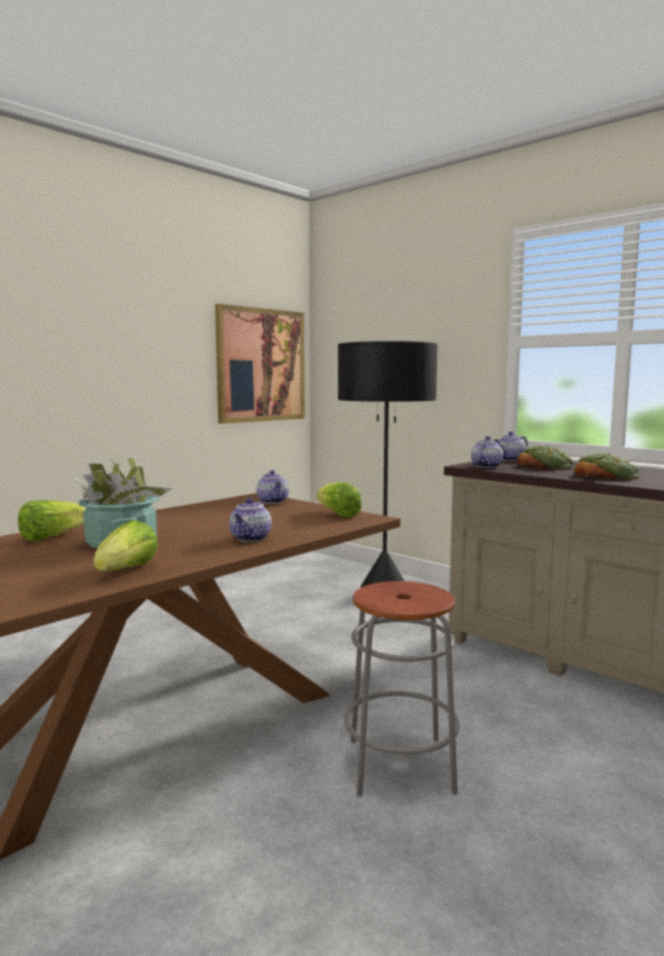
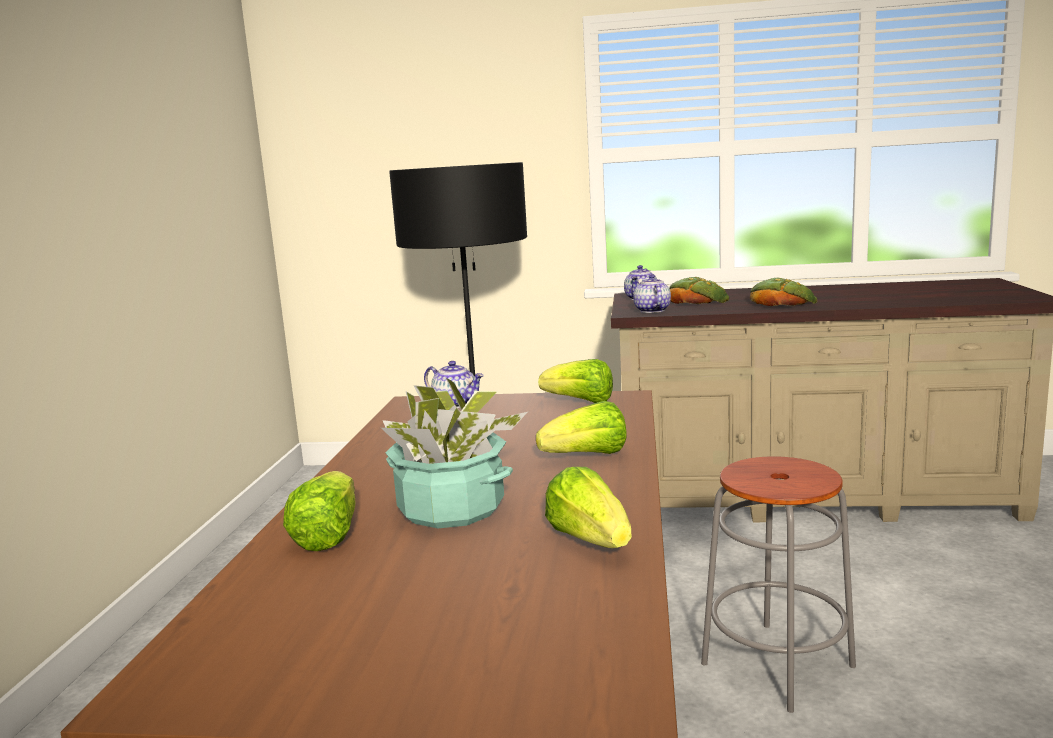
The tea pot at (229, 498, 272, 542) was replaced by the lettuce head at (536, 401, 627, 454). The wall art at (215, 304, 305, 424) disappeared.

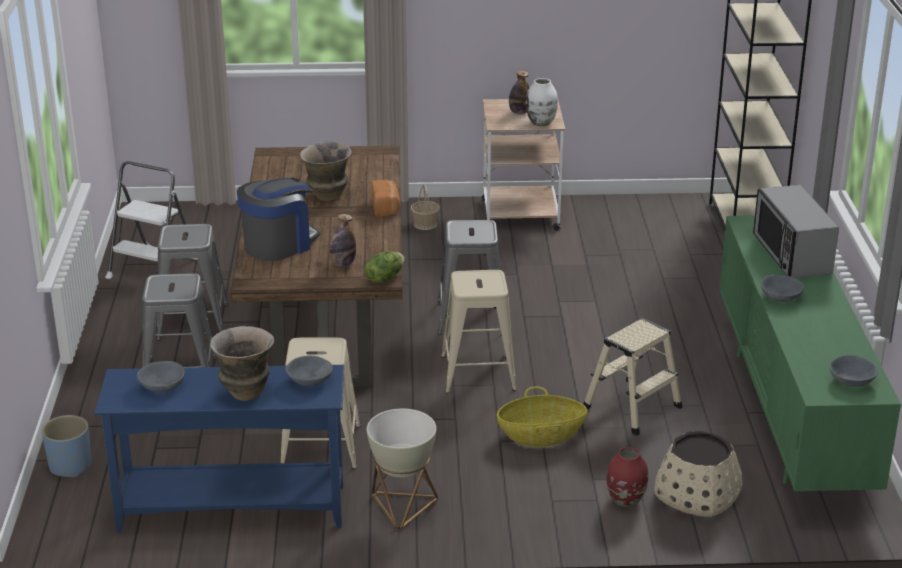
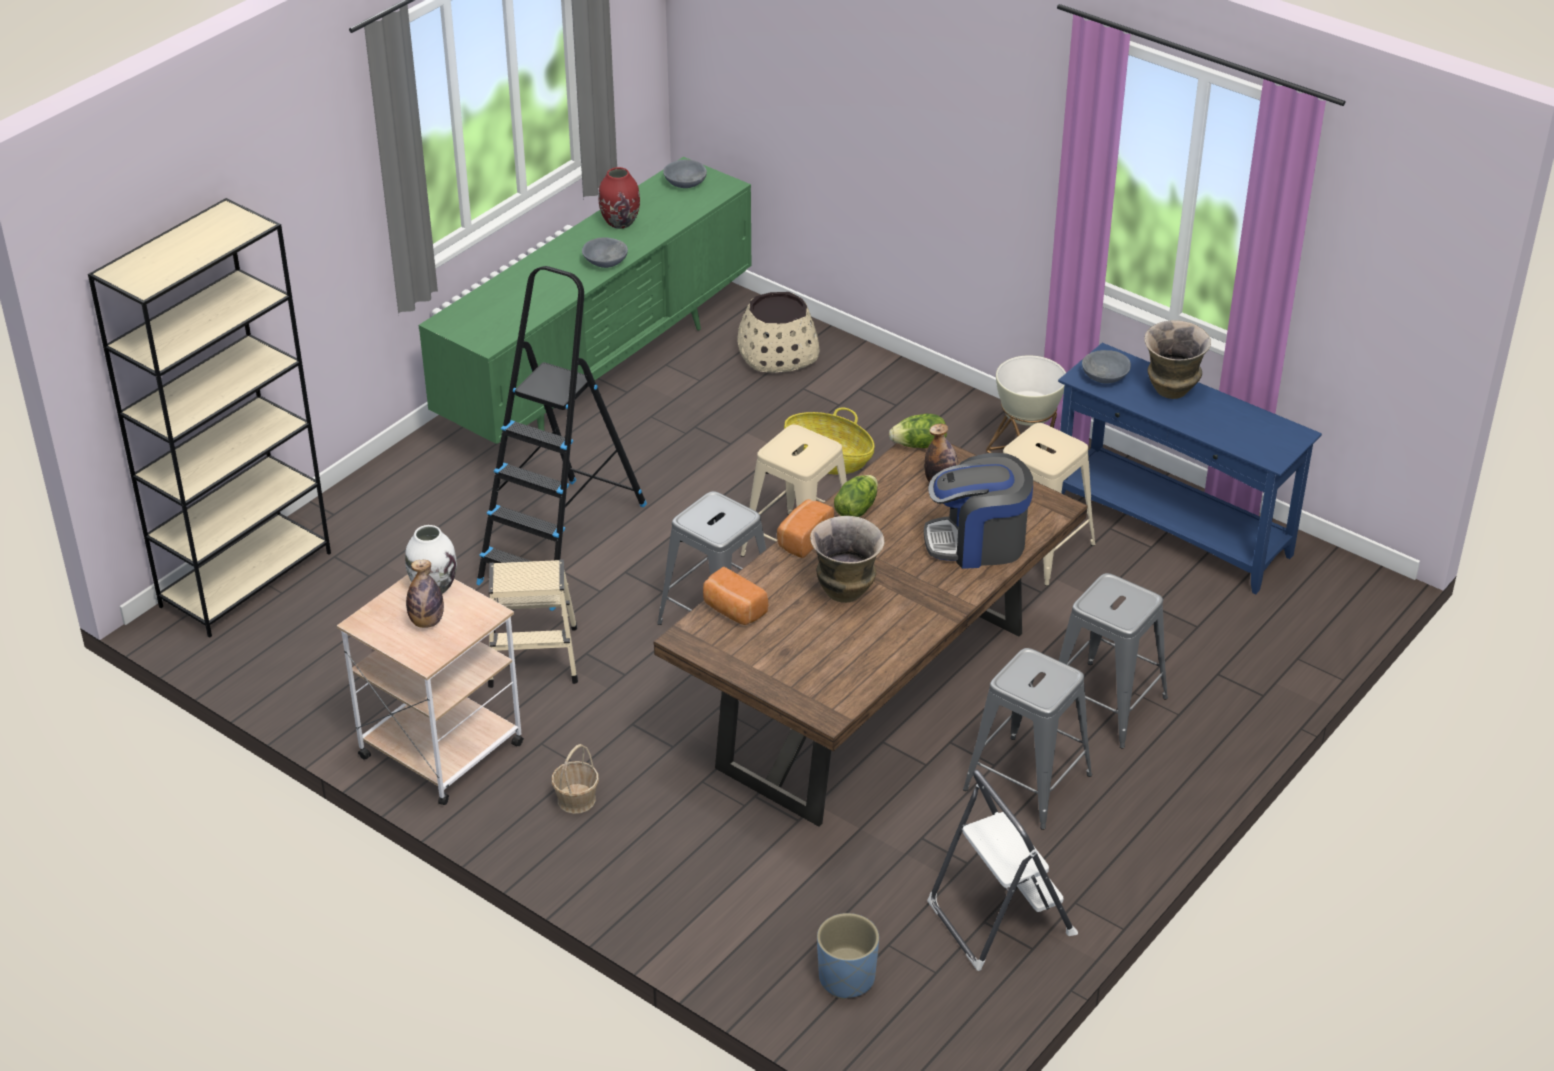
The step stool (black) at (476, 266, 647, 611) appeared. The step stool (beige) moved from (583, 317, 682, 436) to (488, 559, 578, 688). The flower vase (red-coloured) moved from (607, 447, 648, 507) to (598, 167, 640, 229). The bakery bread at (703, 567, 768, 625) appeared. The planter (bluish) moved from (41, 415, 91, 477) to (817, 913, 879, 999). The lettuce head at (834, 475, 878, 517) appeared. The deep dish (grey) at (137, 361, 185, 392) disappeared. The kitchen microwave at (753, 185, 839, 278) disappeared.

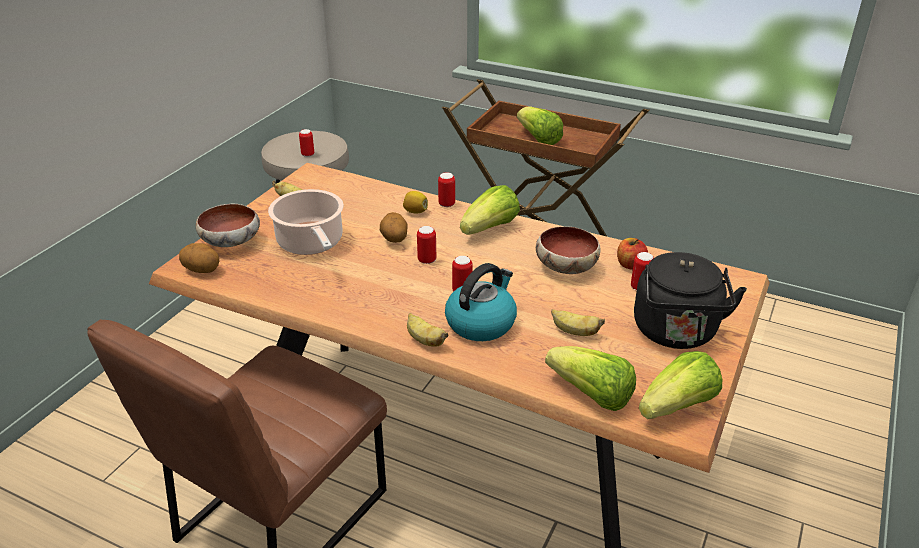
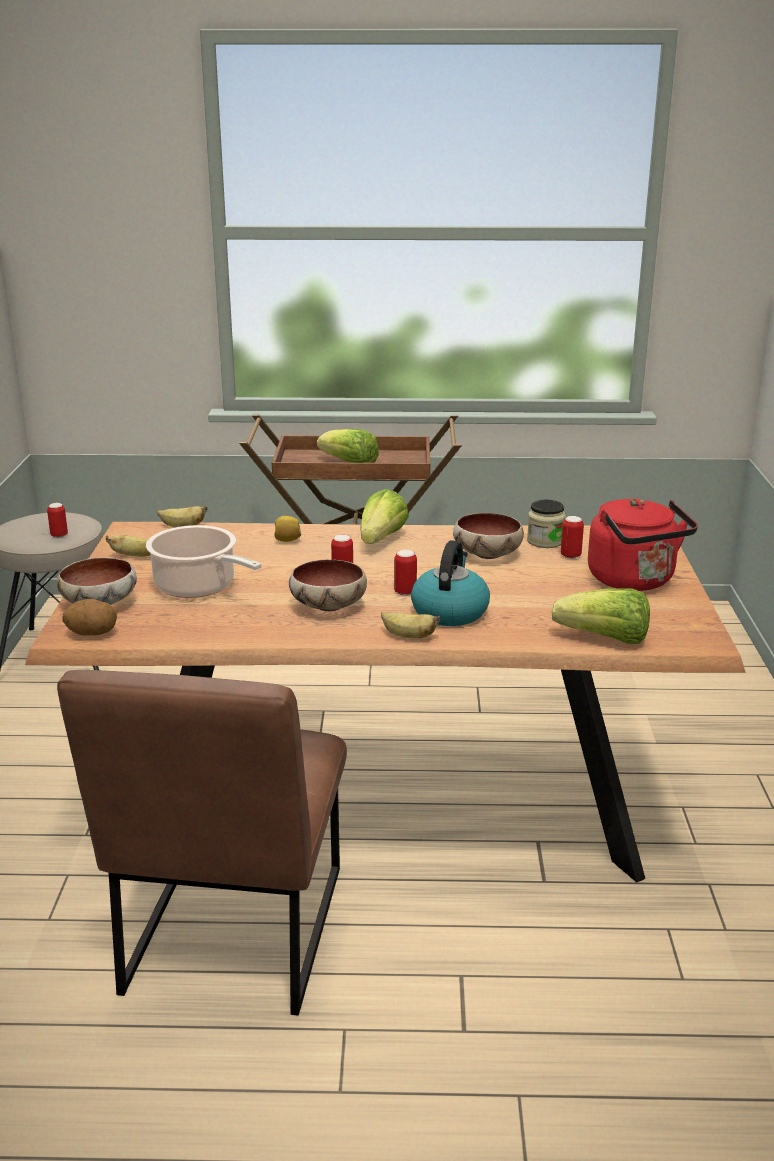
The banana fruit moved from (551, 309, 605, 336) to (157, 506, 207, 527). The deep dish at (289, 559, 367, 611) appeared. The apple at (617, 238, 648, 270) was replaced by the storage jar at (527, 500, 566, 548). The tea kettle (black) at (634, 252, 747, 349) became the tea kettle (red-coloured) at (588, 499, 698, 591). The potato at (380, 212, 408, 243) disappeared. The can at (438, 172, 455, 207) disappeared. The lettuce head at (639, 351, 722, 419) disappeared.

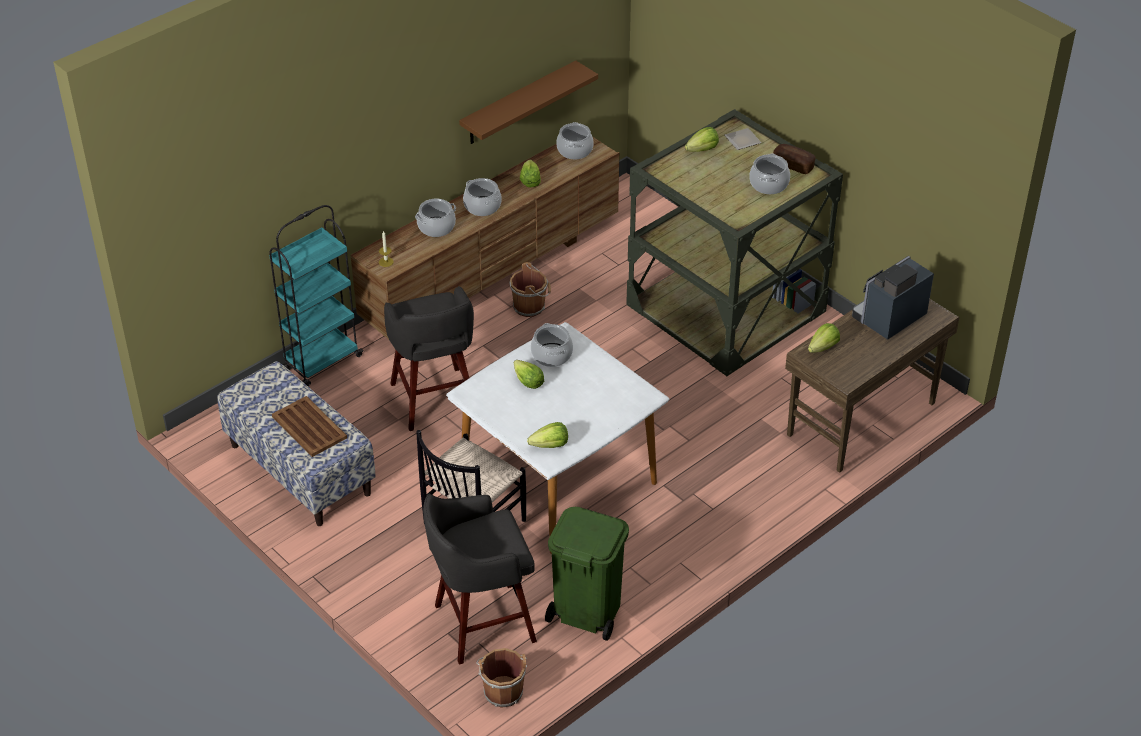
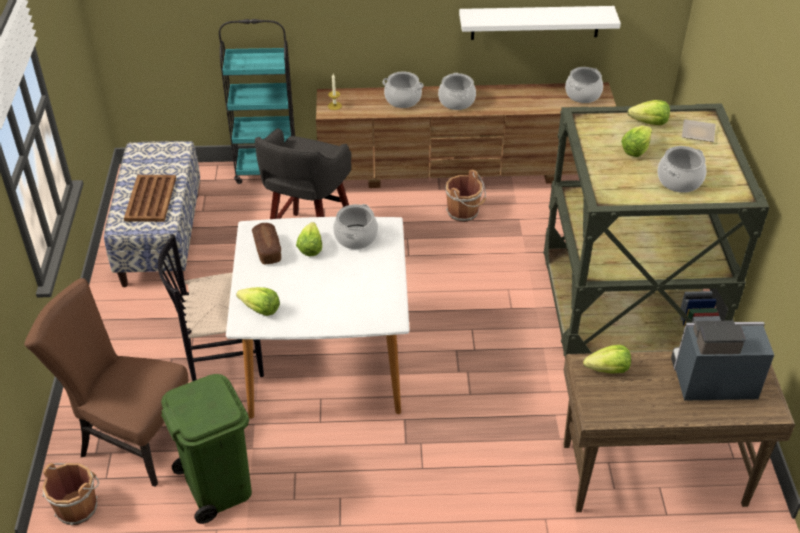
The sitting stool (grey) at (423, 494, 537, 664) was replaced by the chair (brown-coloured) at (24, 278, 188, 487). The bakery bread moved from (773, 144, 815, 174) to (252, 223, 281, 264). The wall shelf (brown-coloured) at (459, 60, 598, 144) became the wall shelf (white-coloured) at (459, 6, 621, 40). The lettuce head moved from (520, 160, 541, 188) to (621, 125, 652, 157).

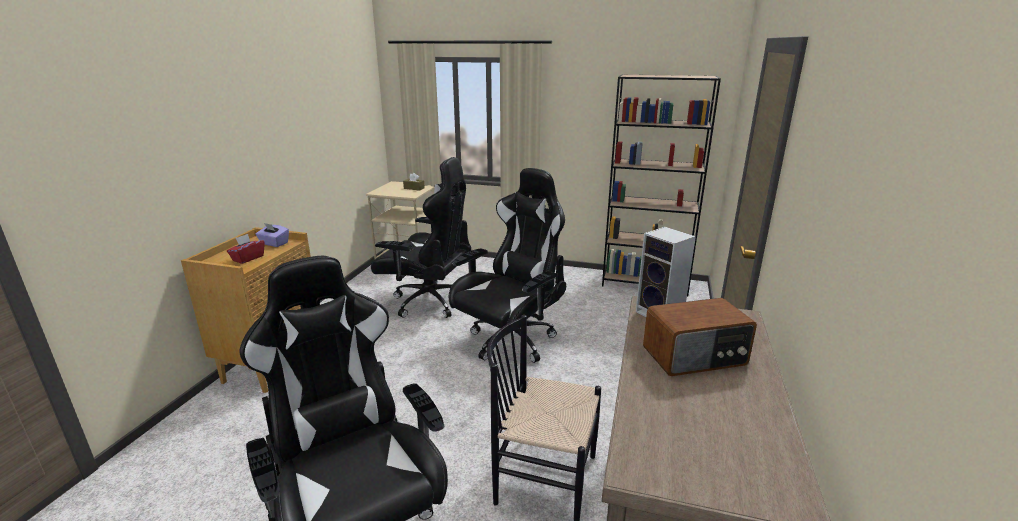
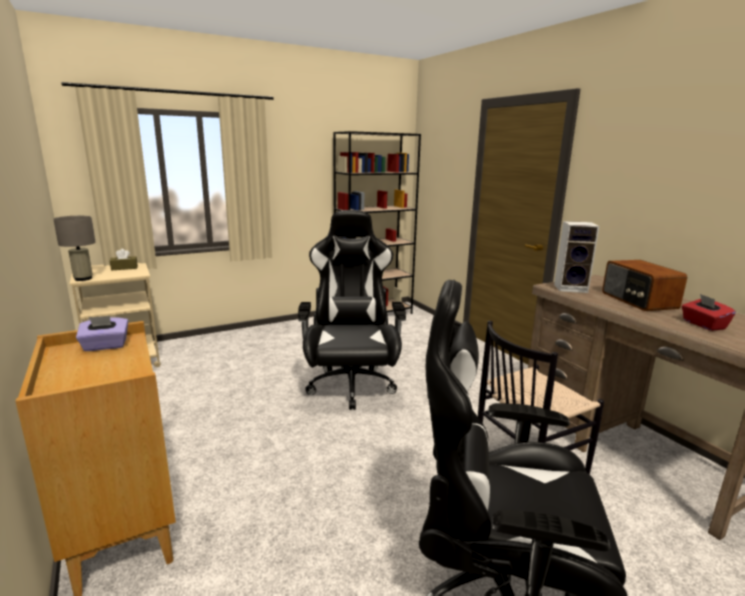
The table lamp (grey) at (54, 216, 95, 281) appeared. The radio receiver at (643, 298, 757, 376) turned 135 degrees clockwise. The tissue holder (red-coloured) moved from (227, 234, 265, 264) to (682, 294, 736, 331). The desk chair (black) at (371, 157, 471, 318) disappeared.

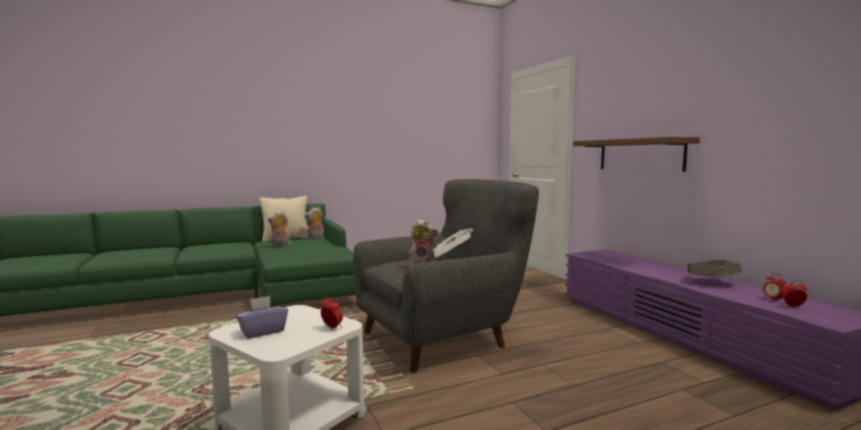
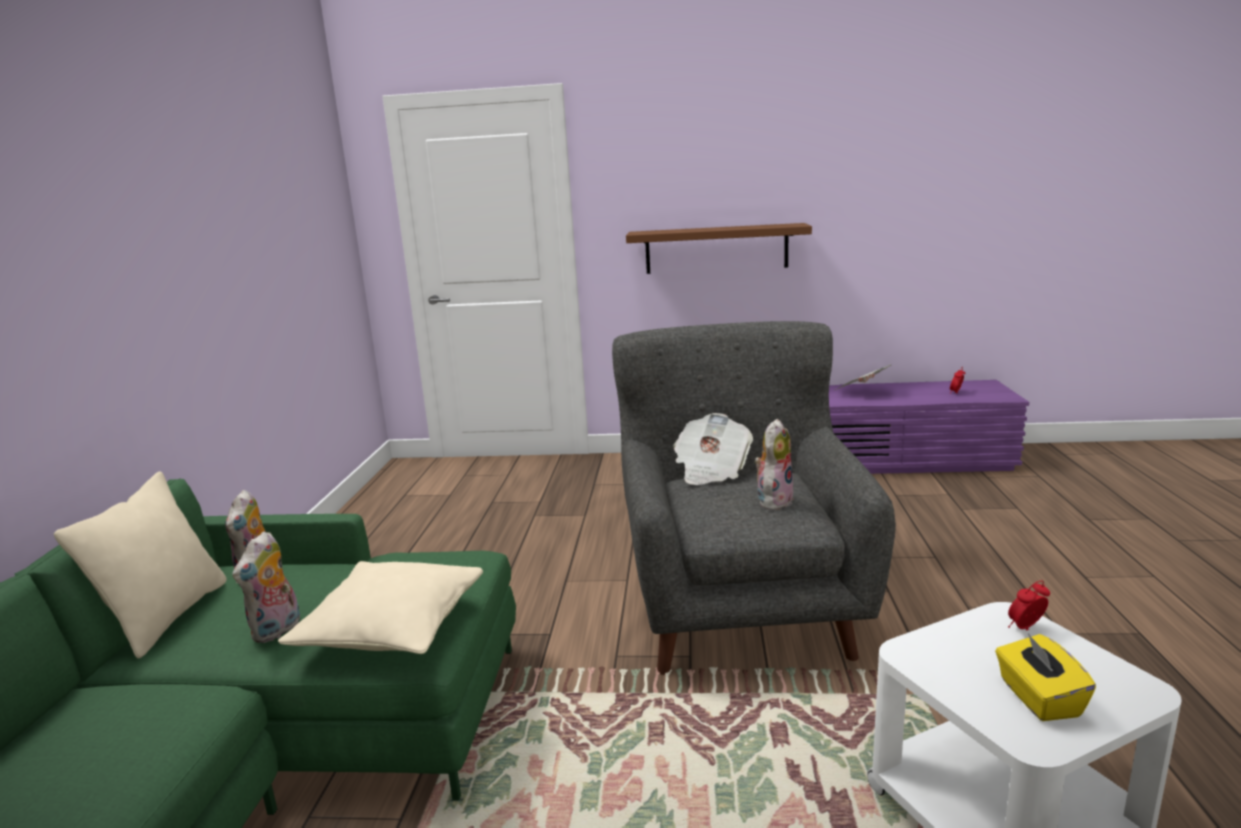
The cushion (beige) at (278, 561, 483, 654) appeared. The tissue holder (purple-coloured) at (236, 296, 288, 339) became the tissue holder (yellow) at (995, 633, 1096, 721). The table clock at (763, 273, 786, 302) disappeared.

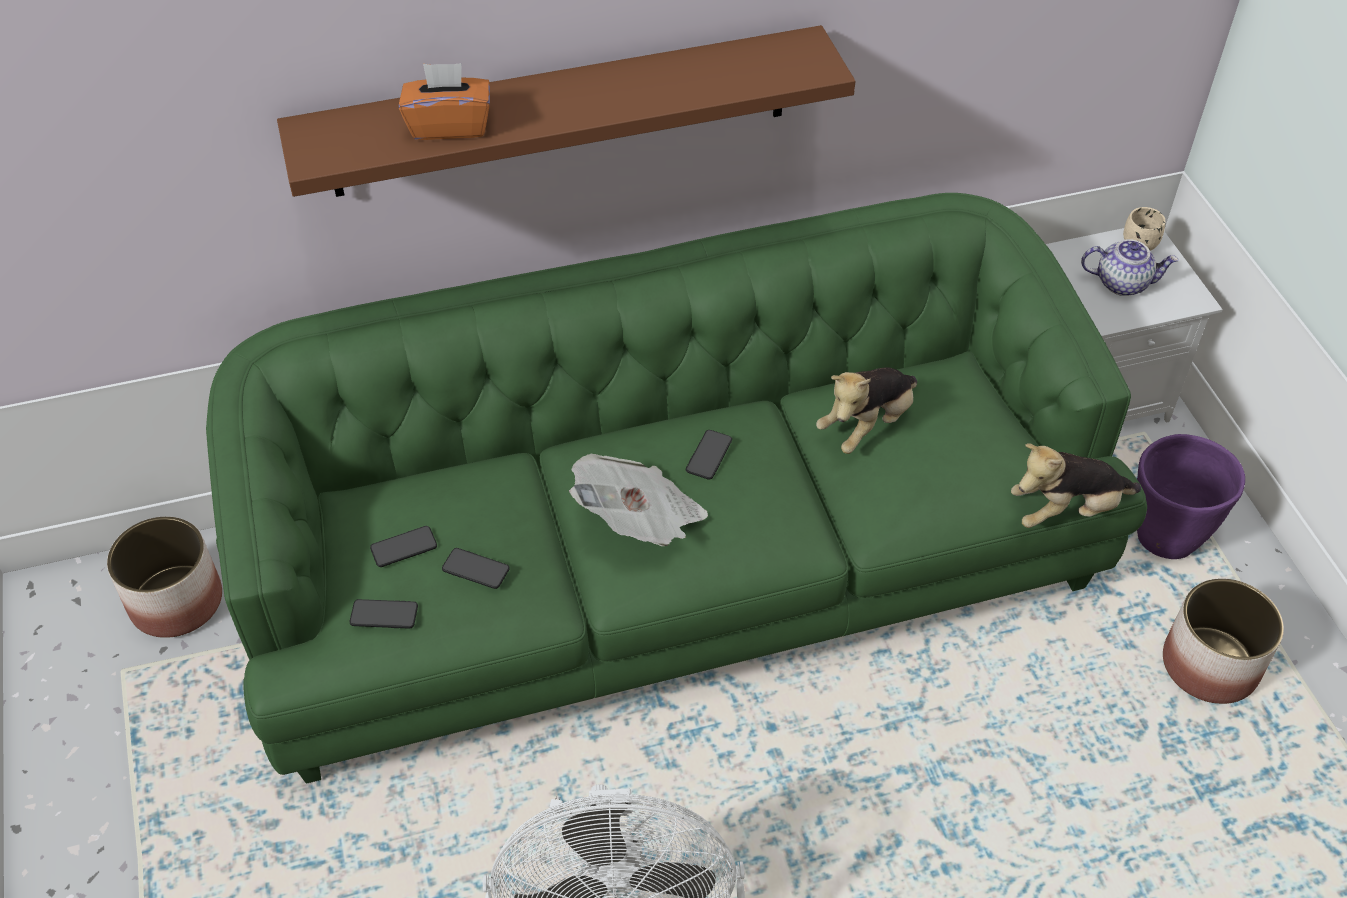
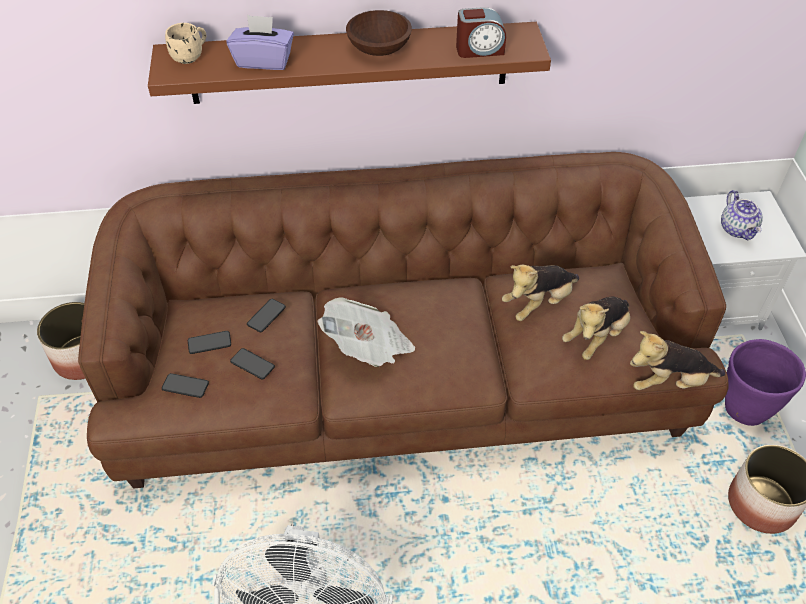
The couch (green-coloured) at (206, 193, 1147, 784) became the couch (brown-coloured) at (78, 152, 729, 488). The mug (beige) moved from (1123, 207, 1165, 251) to (165, 23, 206, 64). The tissue holder (orange) at (399, 63, 490, 140) became the tissue holder (purple-coloured) at (226, 15, 294, 70). The handset moved from (686, 430, 732, 479) to (247, 299, 286, 332). The deep dish (brown-coloured) at (346, 10, 412, 56) appeared. The table clock at (456, 7, 506, 58) appeared. The cuddly toy at (562, 297, 630, 360) appeared. The tea pot at (1081, 239, 1179, 296) turned 60 degrees clockwise.

